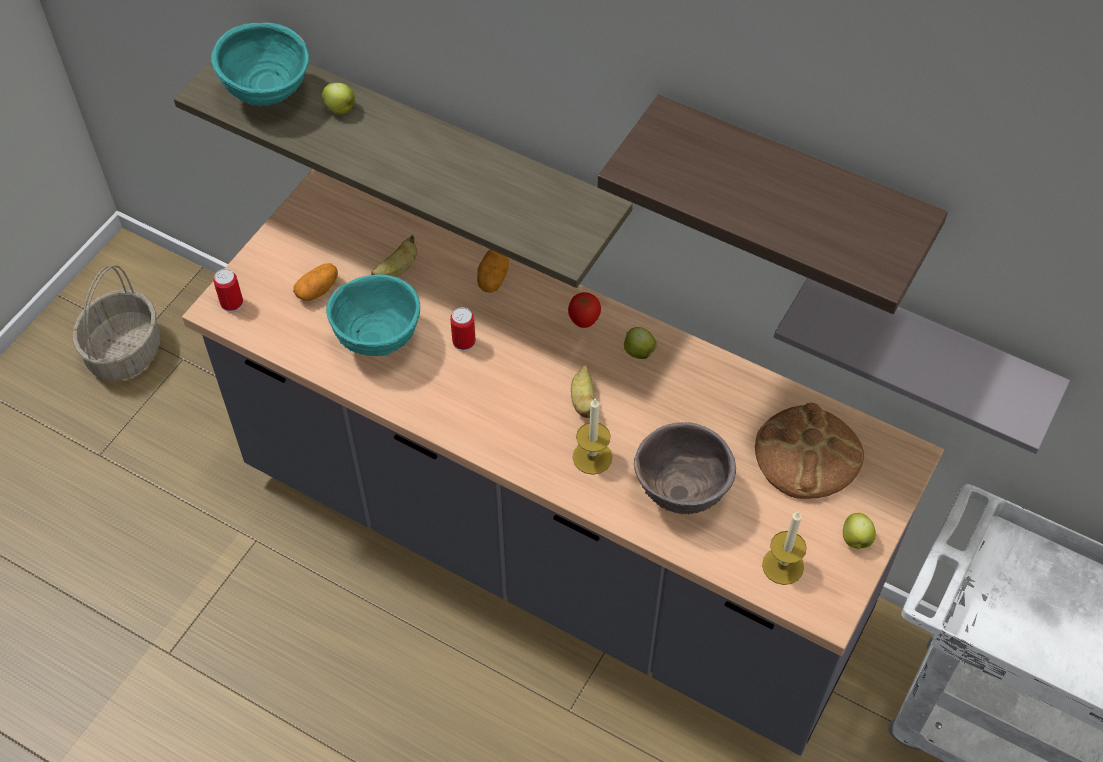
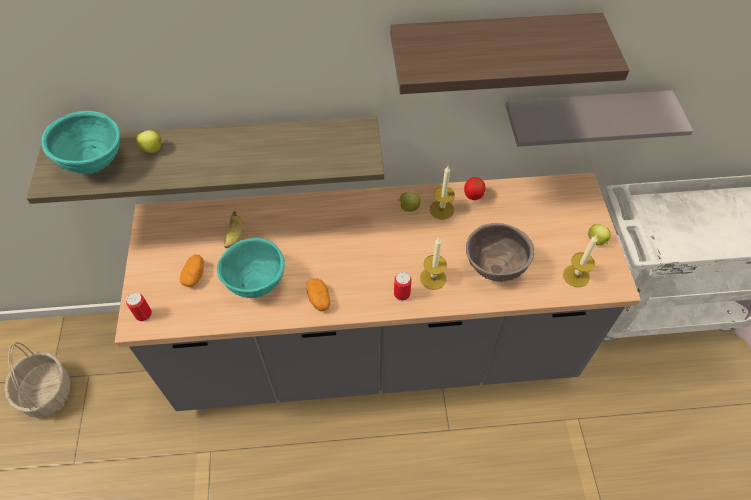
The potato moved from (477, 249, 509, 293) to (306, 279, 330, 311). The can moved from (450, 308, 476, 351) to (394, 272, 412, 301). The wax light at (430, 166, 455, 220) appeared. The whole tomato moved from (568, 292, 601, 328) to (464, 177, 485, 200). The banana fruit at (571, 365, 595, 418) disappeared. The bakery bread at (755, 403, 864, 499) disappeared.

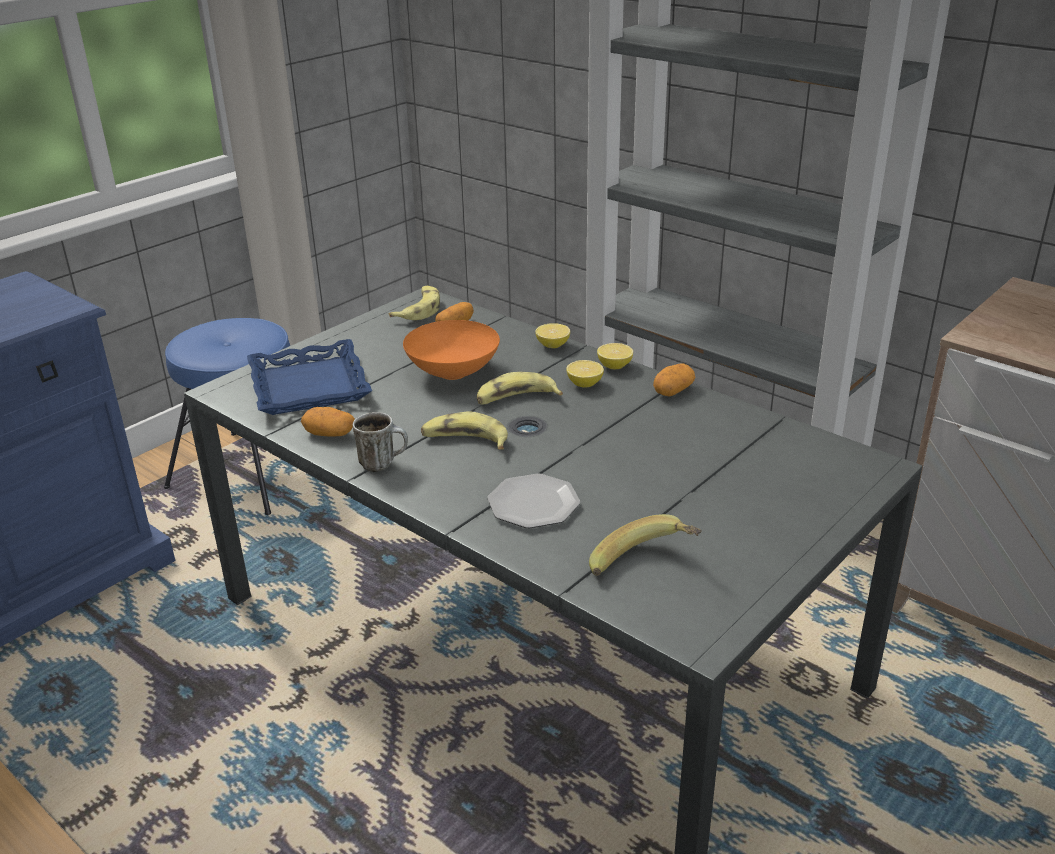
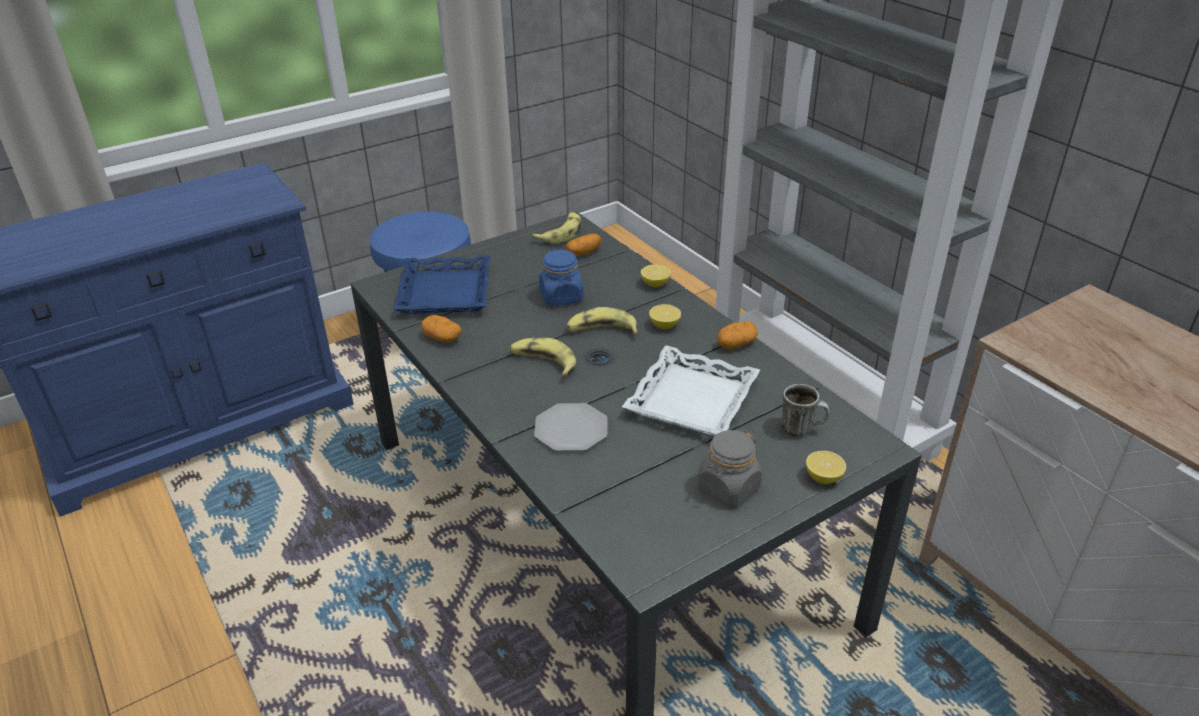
The deep dish (orange) at (403, 320, 500, 380) was replaced by the storage jar (bluish) at (539, 248, 583, 306). The serving tray (white-coloured) at (622, 345, 760, 436) appeared. The storage jar (grey) at (698, 429, 762, 507) appeared. The mug moved from (352, 412, 408, 472) to (781, 384, 830, 437). The citrus fruit moved from (597, 343, 633, 369) to (806, 451, 846, 484). The banana fruit at (589, 514, 702, 576) disappeared.

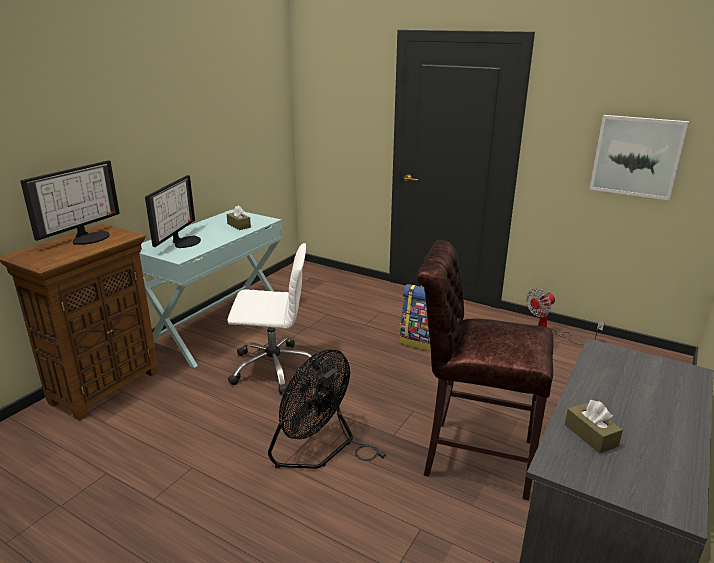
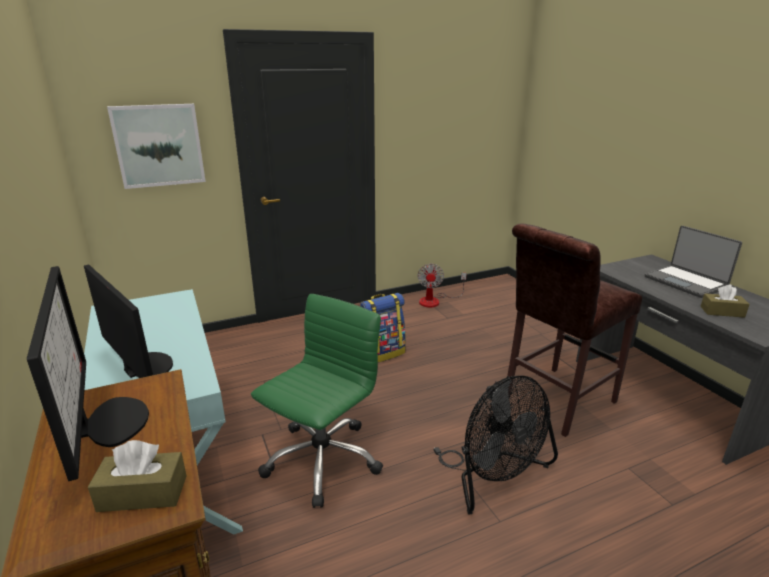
The tissue holder (brown-coloured) moved from (227, 206, 251, 230) to (88, 440, 187, 512). The wall art moved from (590, 115, 689, 200) to (107, 104, 206, 189). The desk chair (white-coloured) at (228, 243, 320, 394) became the desk chair (green-coloured) at (251, 294, 383, 508). The cooling fan (black) at (268, 350, 386, 469) turned 105 degrees counterclockwise. The notebook computer at (645, 226, 742, 298) appeared.

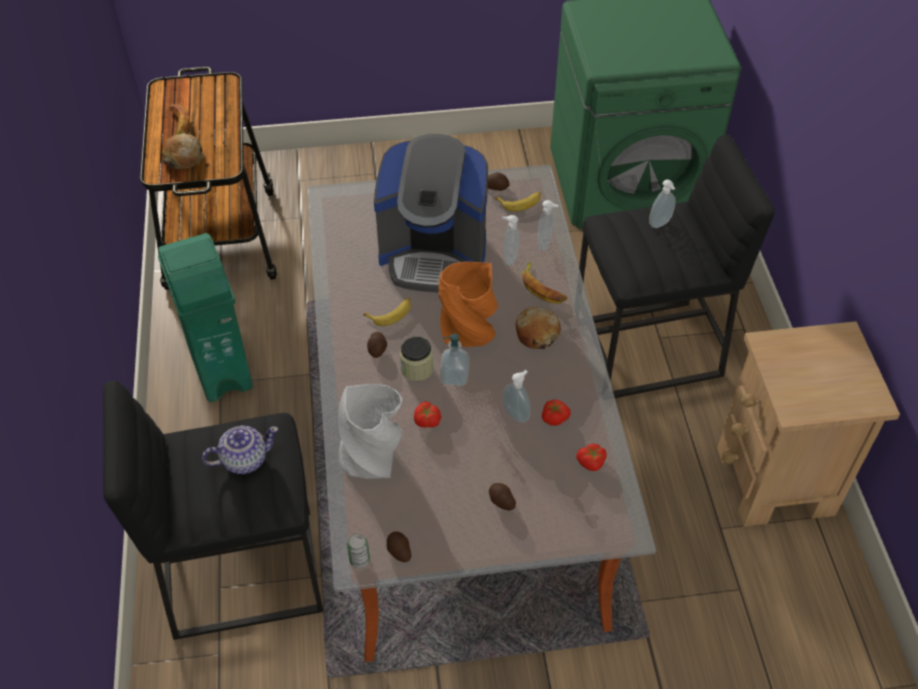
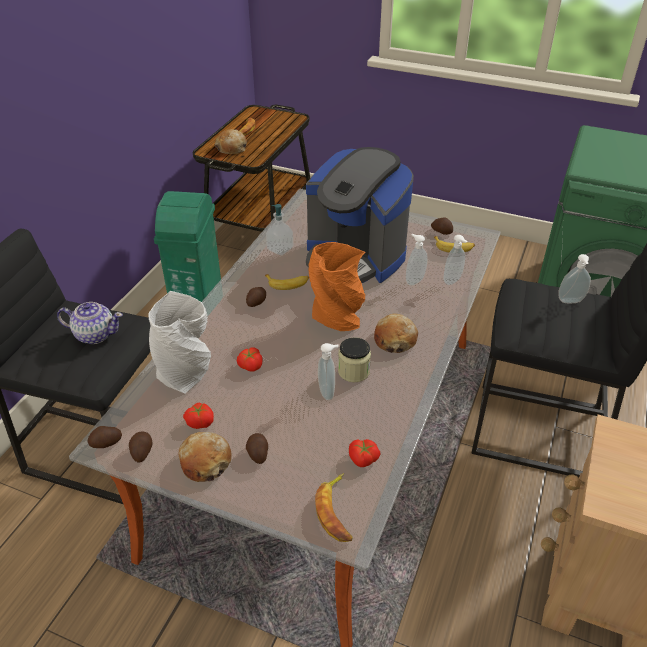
The can at (347, 534, 370, 568) was replaced by the potato at (87, 426, 122, 448). The bakery bread at (179, 432, 232, 482) appeared. The whole tomato moved from (542, 400, 571, 426) to (183, 403, 214, 429). The soap dispenser moved from (440, 334, 469, 386) to (266, 204, 293, 256). The banana fruit moved from (522, 261, 568, 304) to (315, 473, 353, 542). The storage jar moved from (400, 337, 433, 381) to (338, 337, 371, 382).

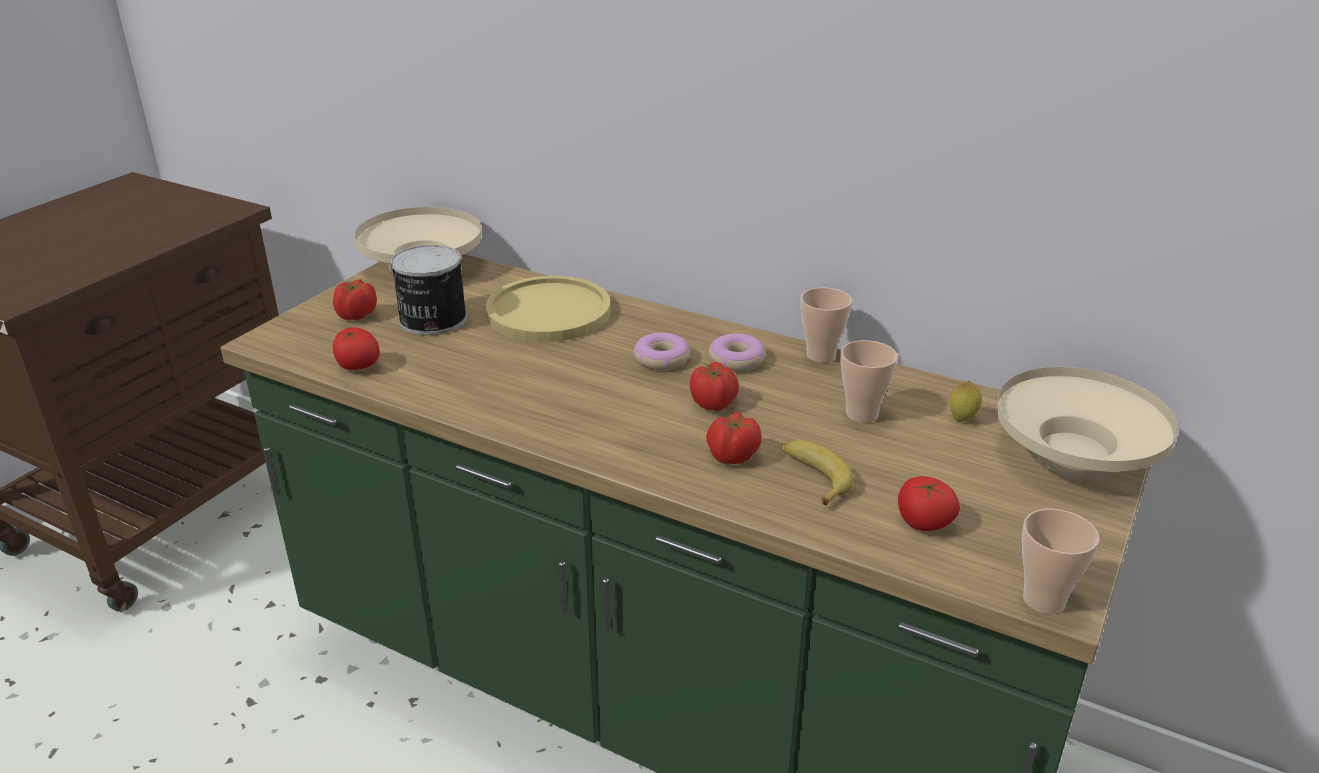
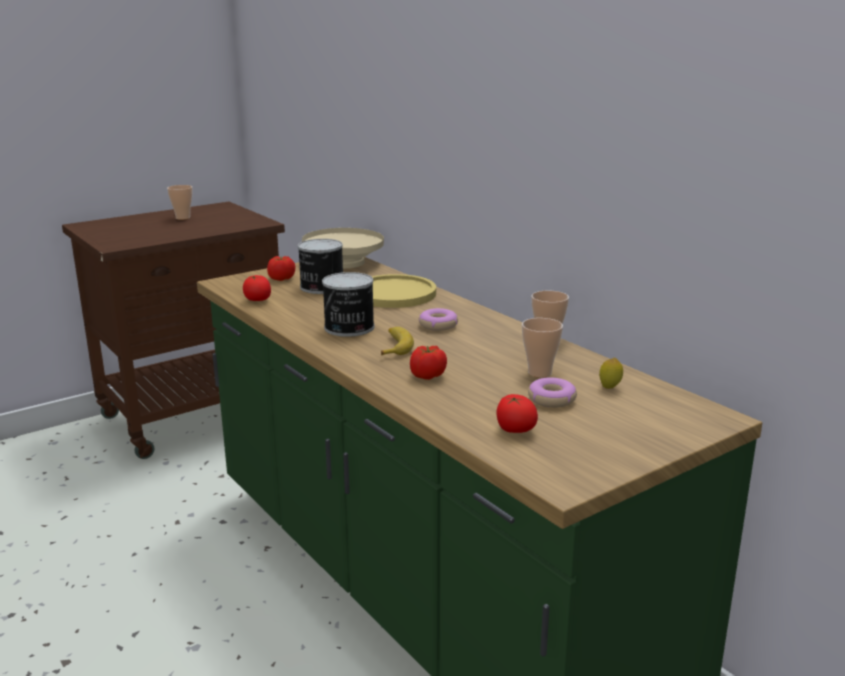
The drinking cup moved from (1022, 509, 1100, 614) to (167, 185, 193, 220). The can at (322, 272, 374, 337) appeared. The banana fruit moved from (781, 440, 854, 506) to (381, 327, 414, 355). The donut moved from (709, 333, 765, 371) to (528, 377, 577, 408). The whole tomato at (690, 362, 739, 411) disappeared. The deep dish (beige) at (997, 367, 1178, 480) disappeared.

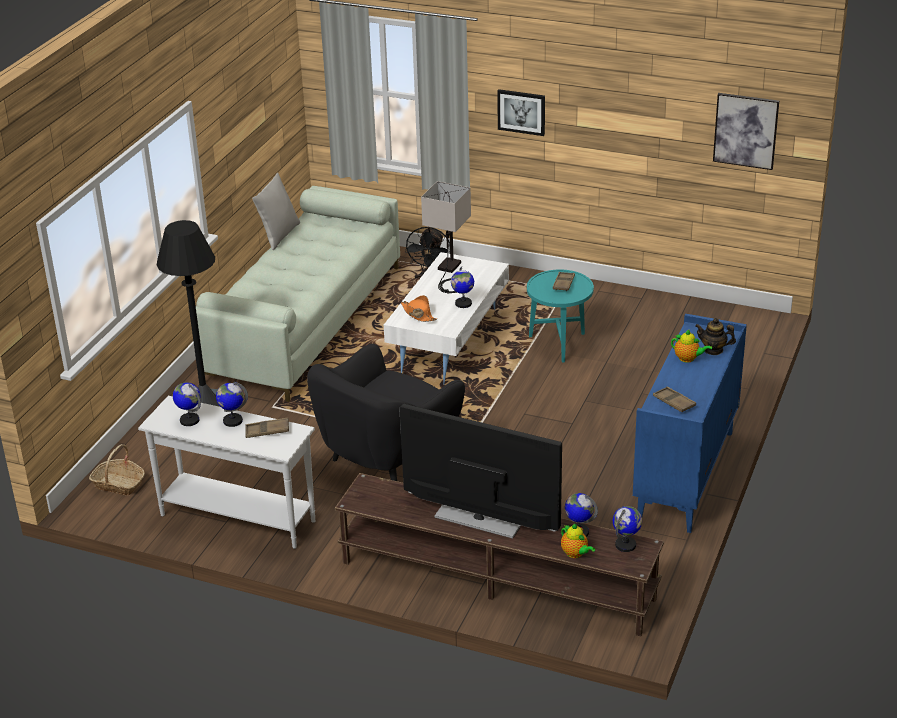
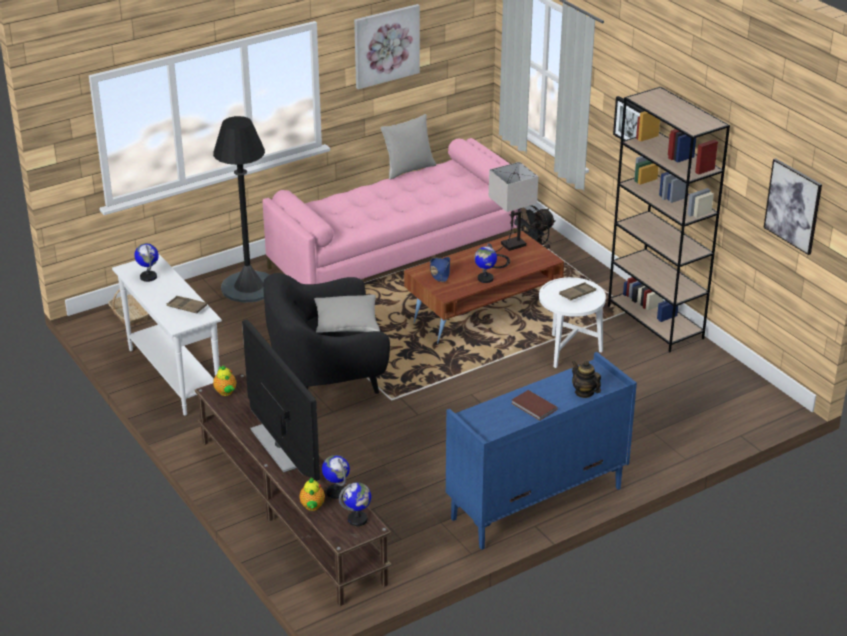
The tea pot moved from (671, 330, 712, 363) to (213, 365, 236, 396). The couch (white-coloured) at (196, 186, 400, 402) became the couch (pinkish) at (263, 138, 520, 284). The cushion (grey) at (314, 294, 380, 333) appeared. The wall art at (354, 4, 420, 89) appeared. The lounge table (white-coloured) at (384, 252, 509, 384) became the lounge table (brown-coloured) at (404, 231, 564, 344). The clothing hat (orange) at (401, 295, 437, 322) became the clothing hat (bluish) at (430, 257, 450, 282). The bound book (brown-coloured) at (511, 390, 558, 421) appeared. The end table (turquoise-coloured) at (527, 269, 594, 363) became the end table (white-coloured) at (539, 277, 606, 368). The shelving unit (beige) at (608, 87, 730, 352) appeared. The desk globe at (216, 382, 248, 427) disappeared. The serving tray (brown-coloured) at (653, 387, 696, 412) disappeared.

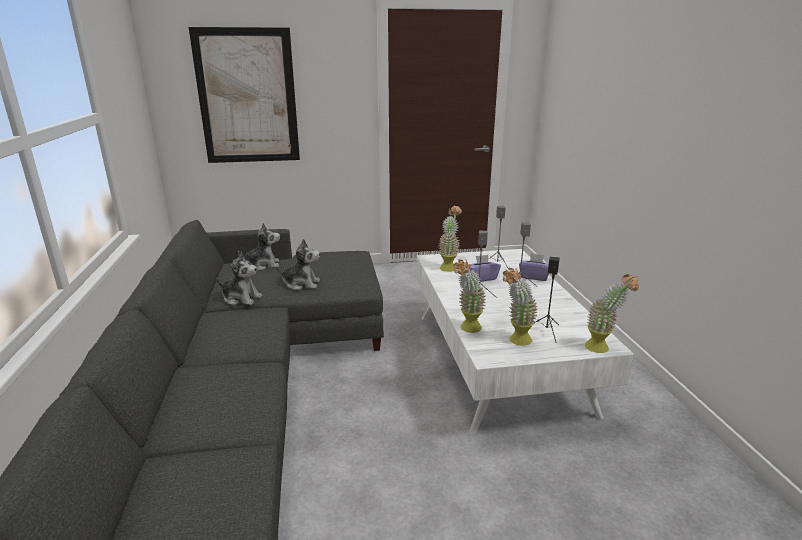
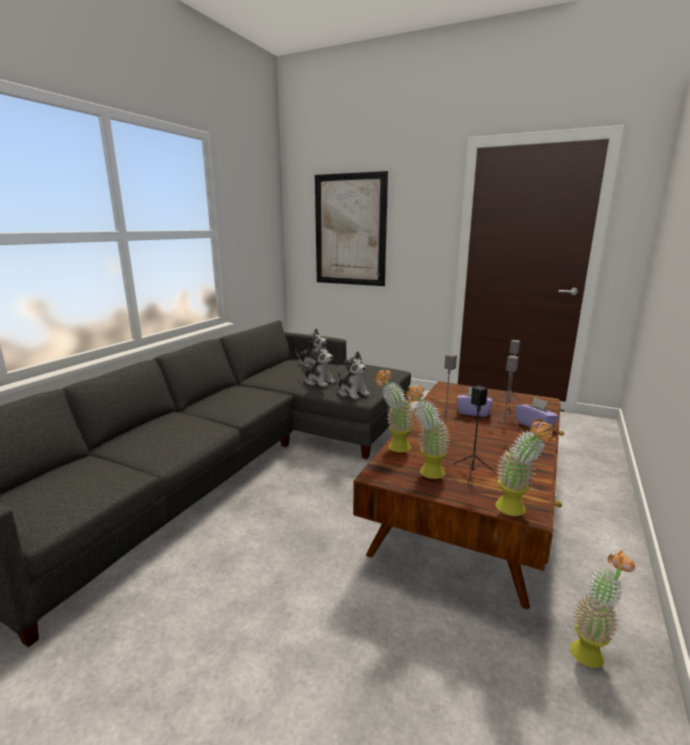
The cuddly toy moved from (216, 251, 263, 305) to (338, 351, 370, 400). The lounge table (white-coloured) at (416, 249, 634, 434) became the lounge table (brown-coloured) at (353, 381, 564, 609). The houseplant moved from (438, 205, 462, 272) to (570, 550, 635, 668).

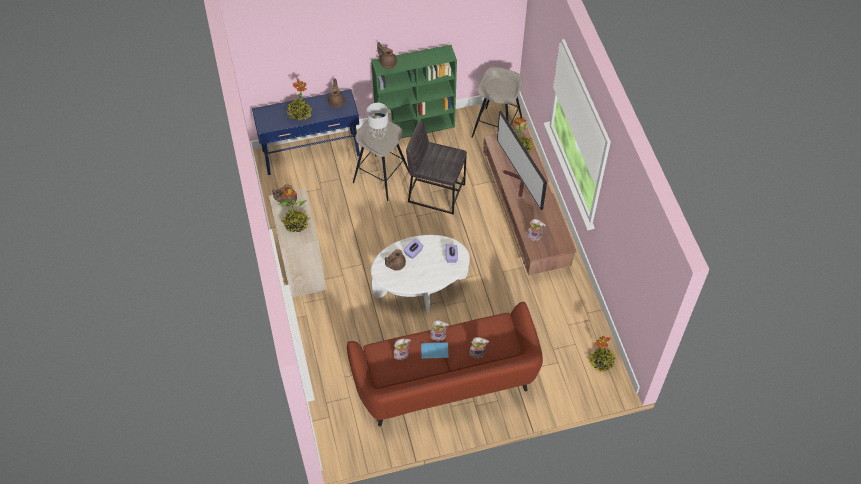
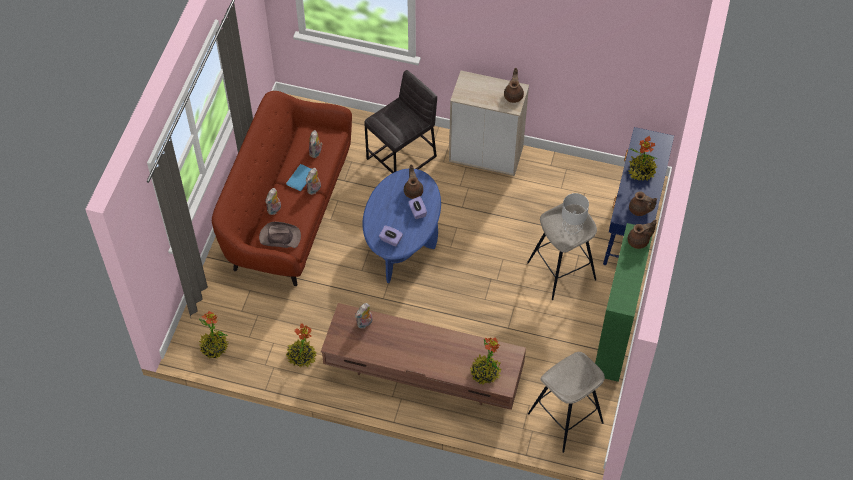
The clothing hat (brown-coloured) at (259, 222, 301, 248) appeared. The houseplant moved from (278, 188, 310, 233) to (286, 323, 317, 367). The lounge table (white-coloured) at (371, 235, 470, 313) became the lounge table (bluish) at (363, 169, 441, 283). The sitting stool (grey) moved from (406, 120, 467, 215) to (365, 70, 437, 173). The TV at (497, 110, 547, 210) disappeared.

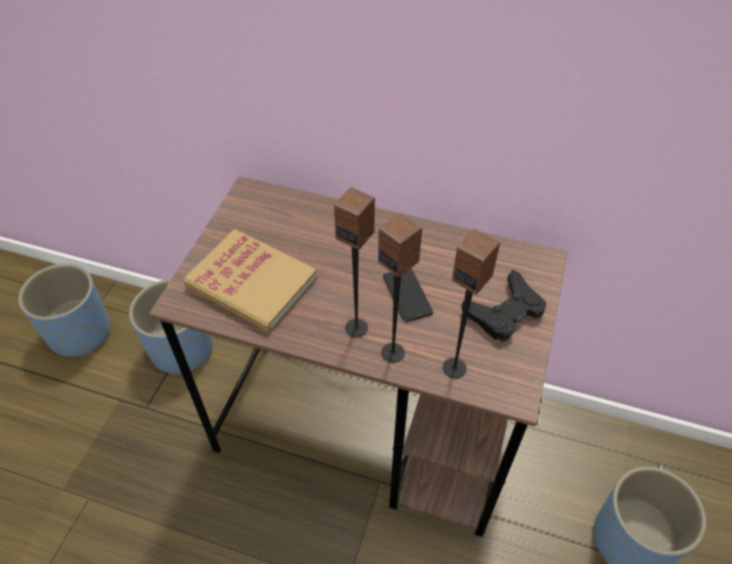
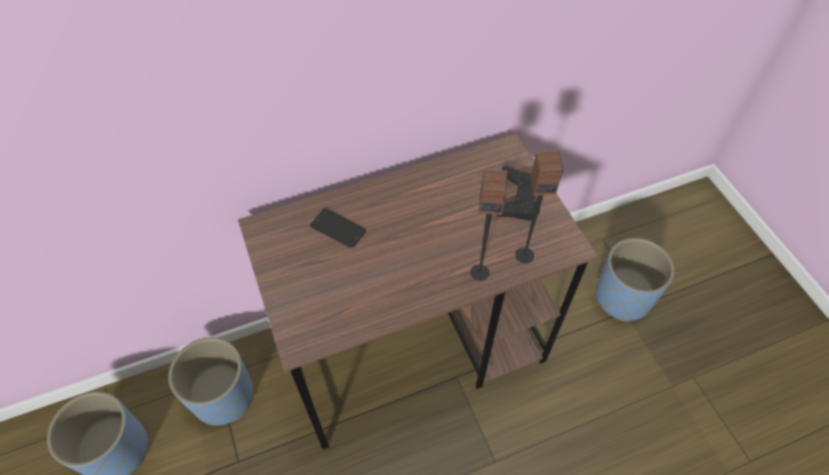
The handset moved from (383, 268, 433, 322) to (310, 209, 366, 248). The bound book at (183, 229, 317, 332) disappeared. The audio speaker at (334, 187, 375, 337) disappeared.

